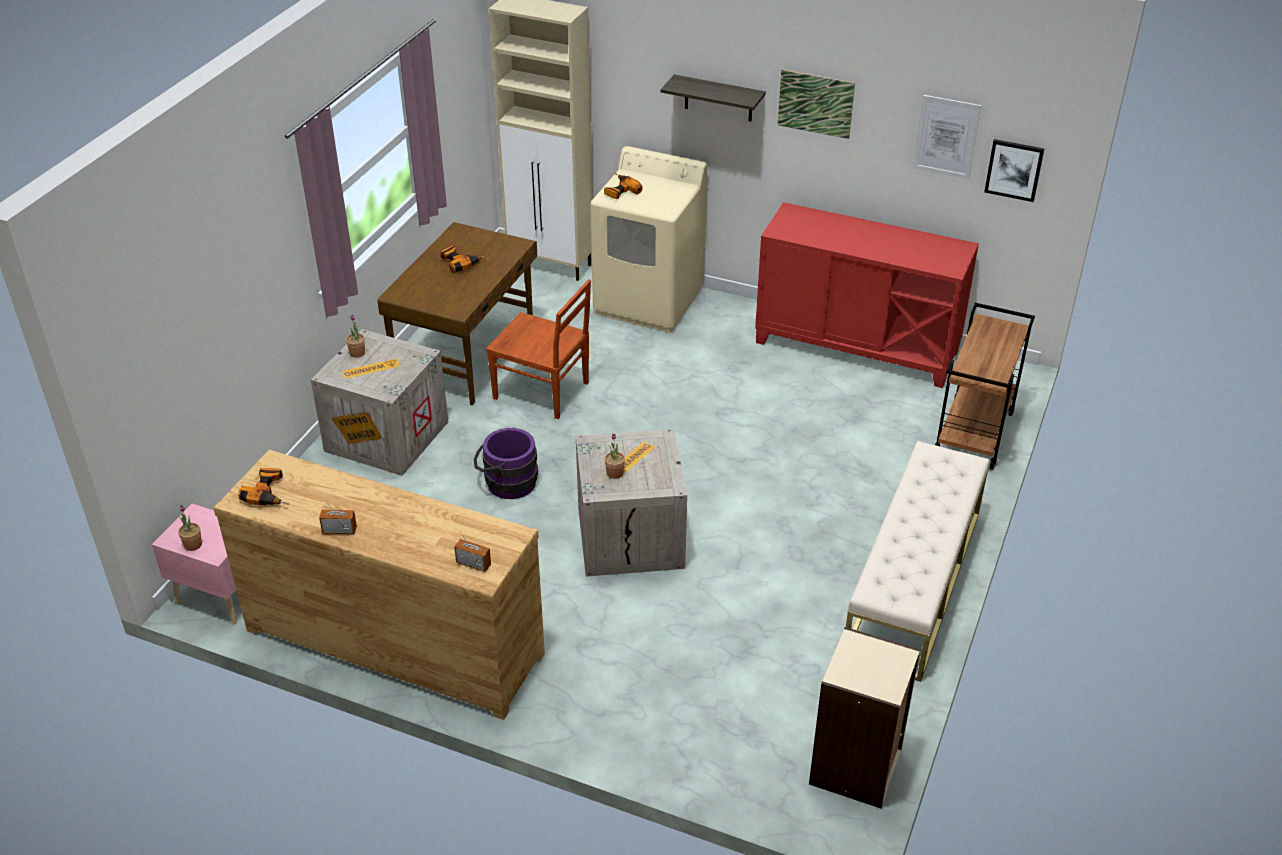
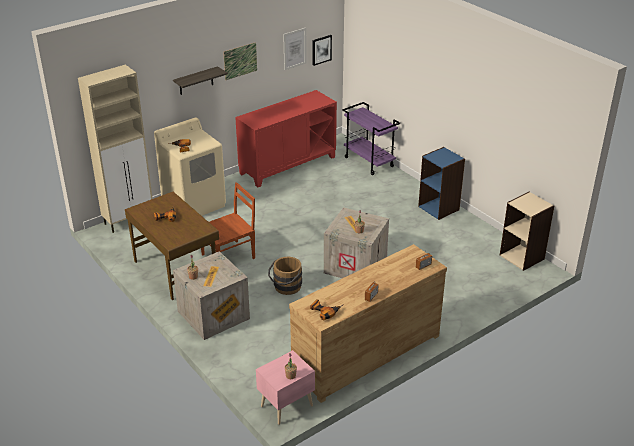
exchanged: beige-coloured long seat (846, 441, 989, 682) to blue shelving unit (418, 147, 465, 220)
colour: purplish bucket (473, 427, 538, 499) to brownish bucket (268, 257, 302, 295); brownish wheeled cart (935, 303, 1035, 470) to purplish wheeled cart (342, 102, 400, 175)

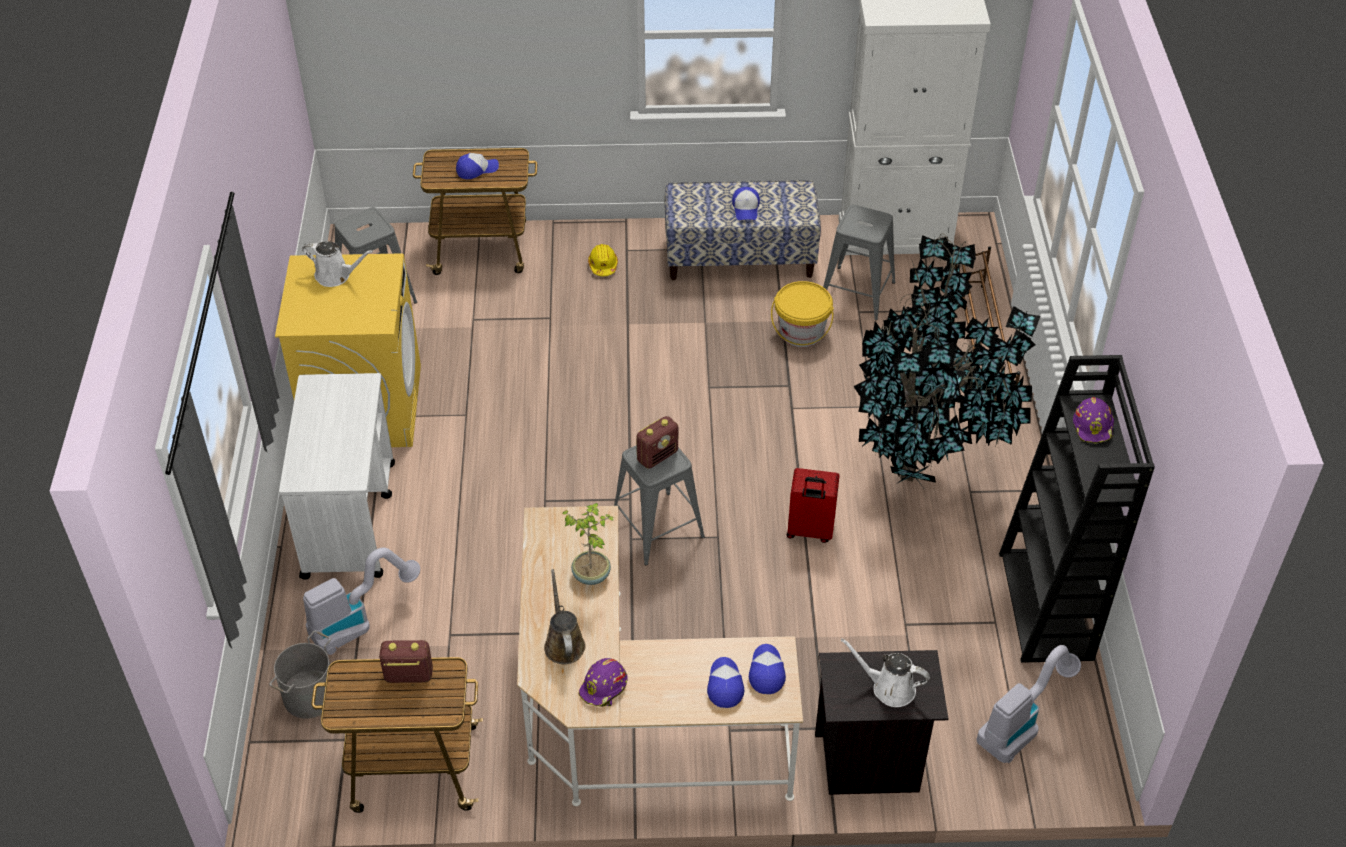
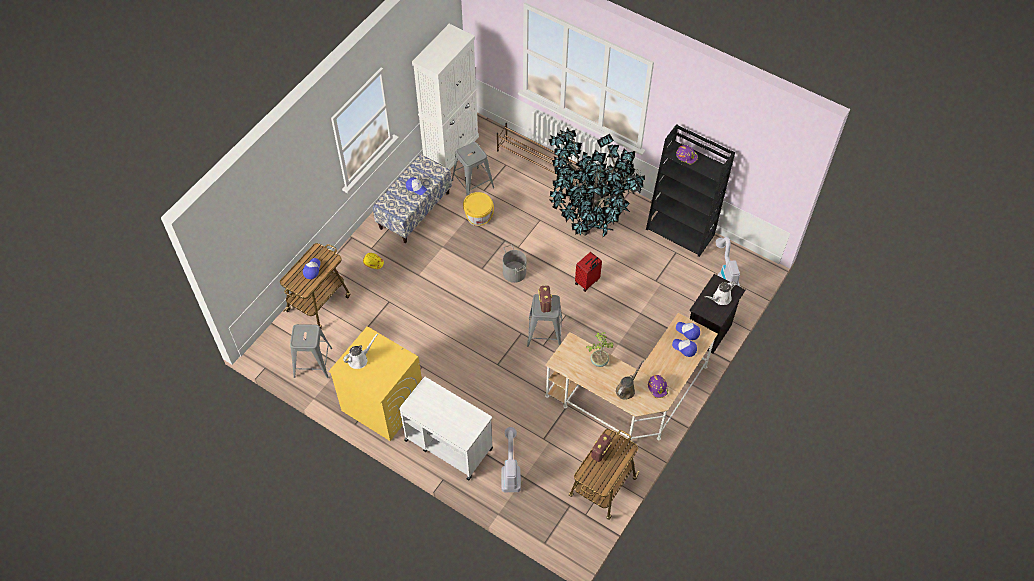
relocated: grey bucket (269, 631, 331, 719) to (503, 244, 526, 283)
spun: brownish watering can (544, 569, 586, 664) = (616, 360, 643, 400) 105 degrees clockwise

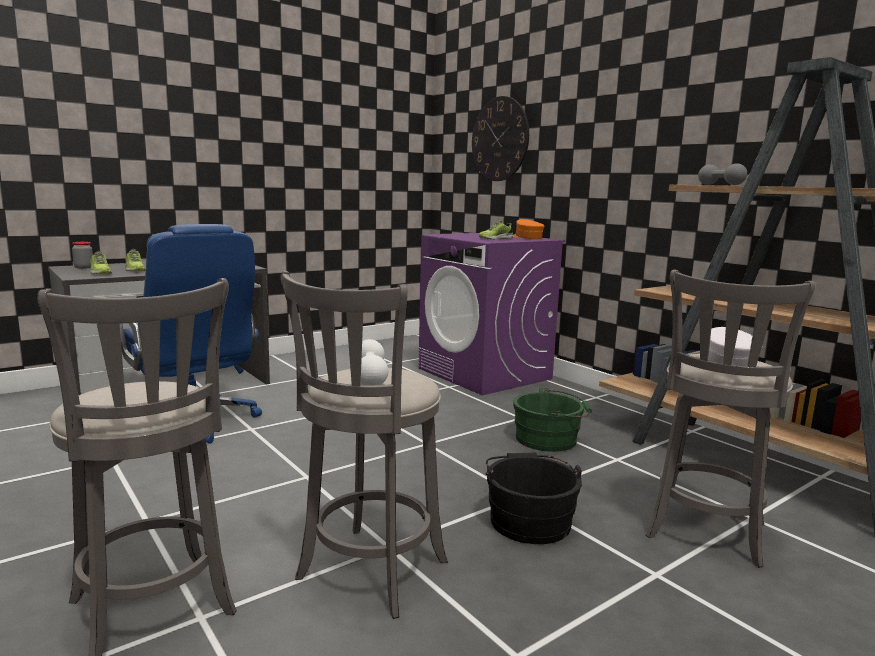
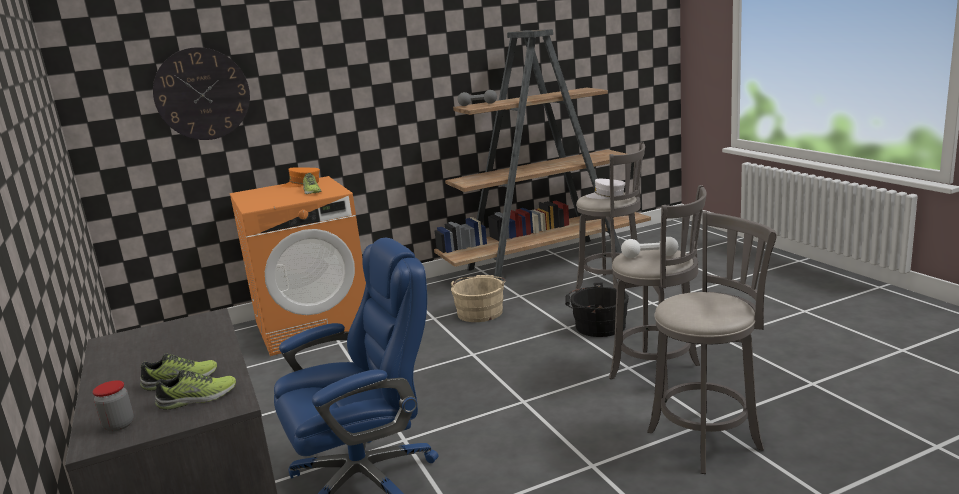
colour: purplish laundry appliance (418, 233, 565, 395) to orange laundry appliance (230, 176, 366, 356); green bucket (513, 387, 592, 452) to beige-coloured bucket (451, 275, 505, 322)

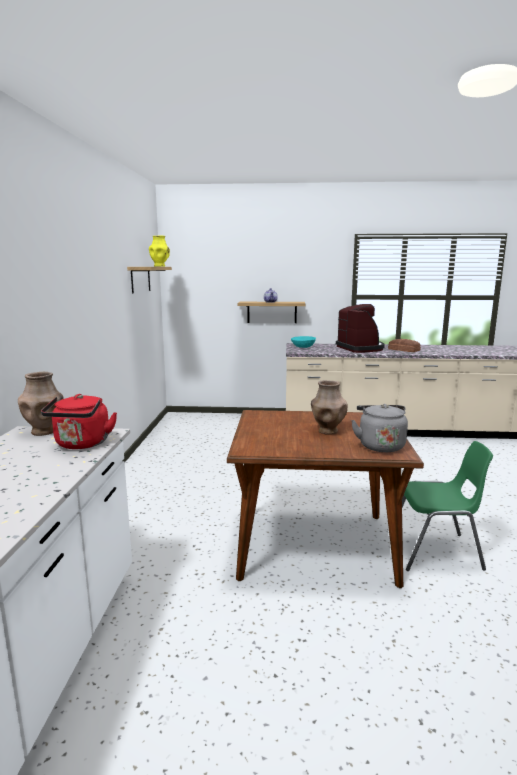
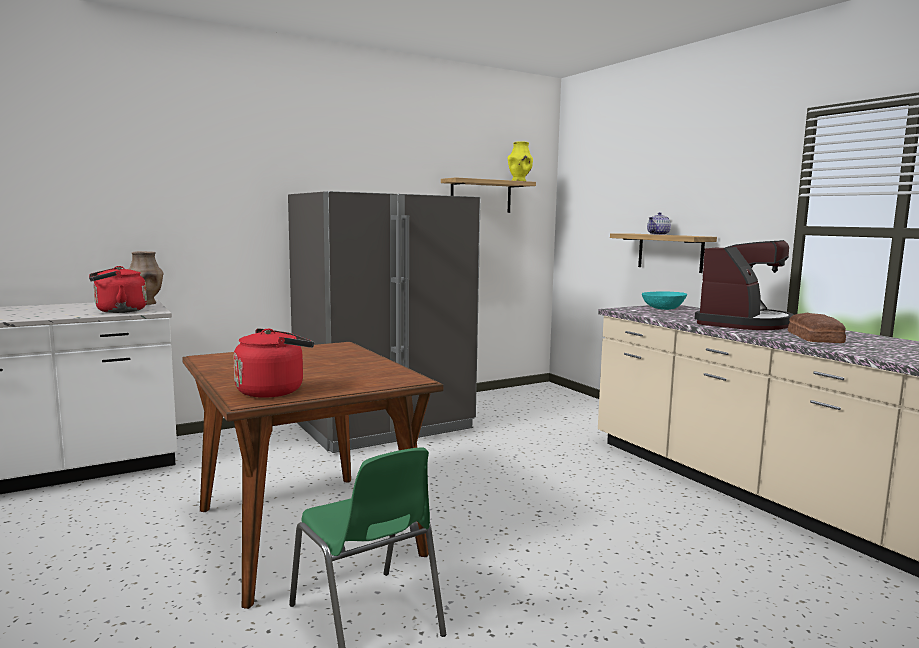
missing: brownish decorative vase (311, 380, 348, 435)
appeared: grey kitchen fridge (288, 191, 481, 453)
colour: grey kettle (351, 404, 408, 452) to red kettle (233, 328, 314, 398)

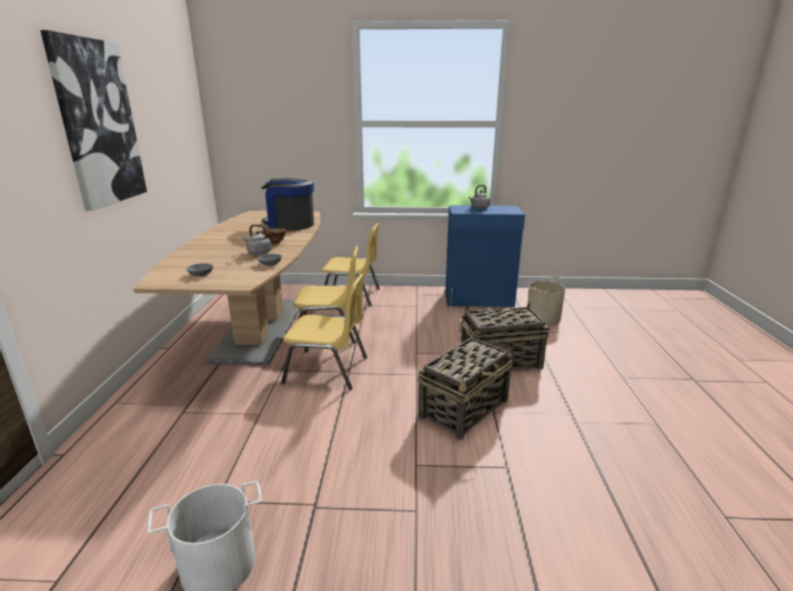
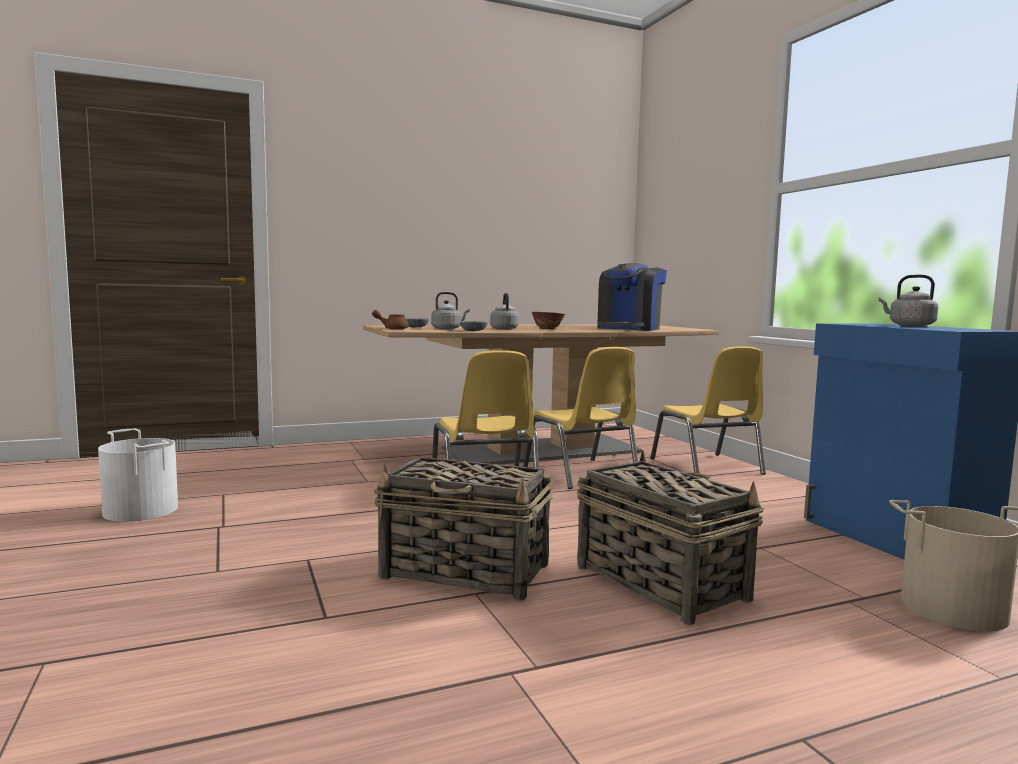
missing: picture (40, 30, 147, 211)
appeared: brownish teapot (372, 310, 409, 330); grey kettle (431, 292, 470, 330)
spun: coffee maker (261, 178, 314, 230) = (597, 263, 667, 331) 150 degrees counterclockwise

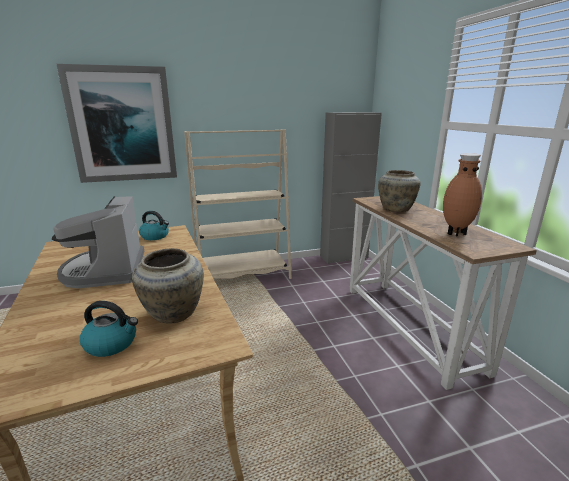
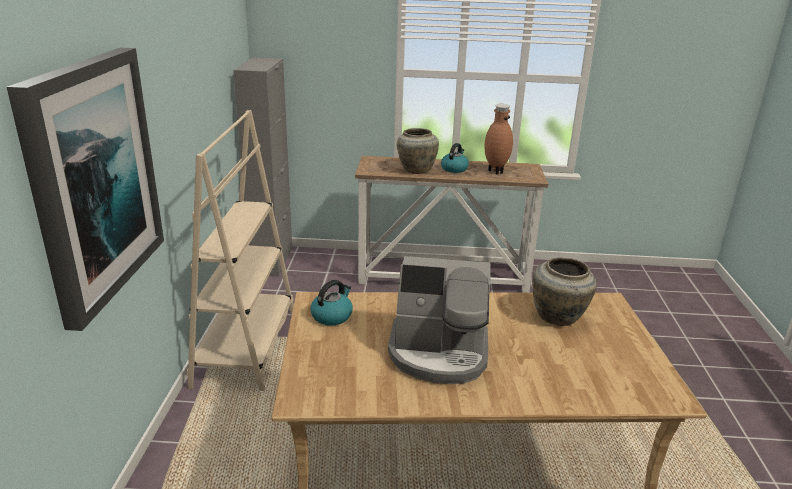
relocated: kettle (80, 301, 138, 357) to (441, 143, 469, 173)

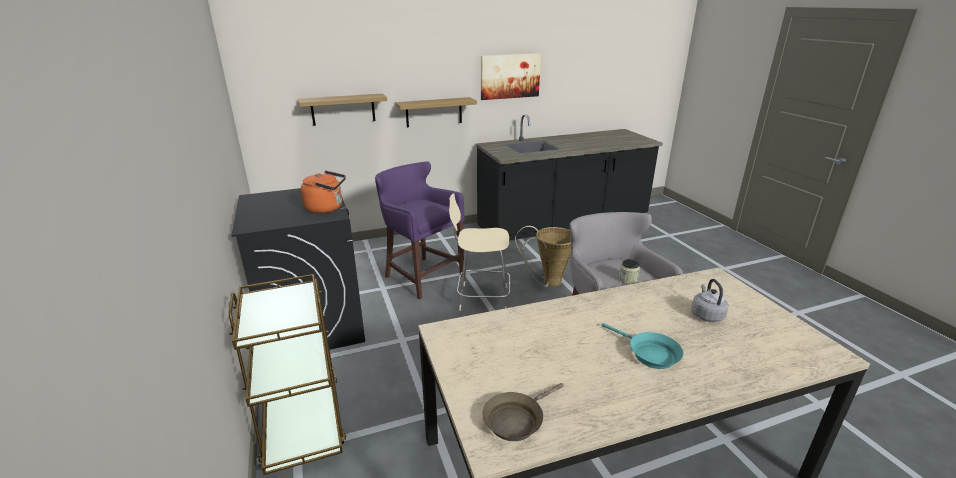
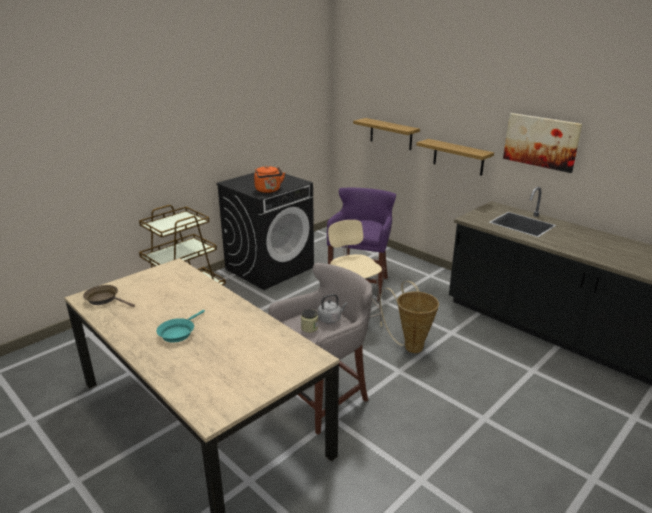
relocated: grey kettle (691, 279, 728, 322) to (318, 294, 347, 324)

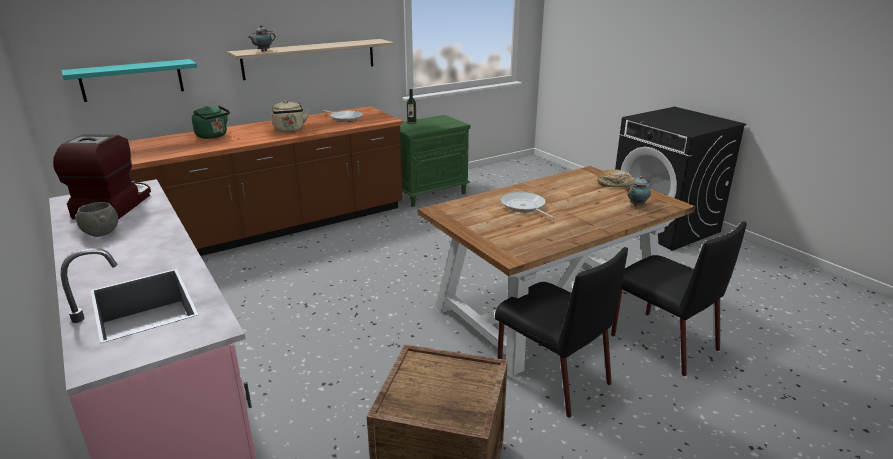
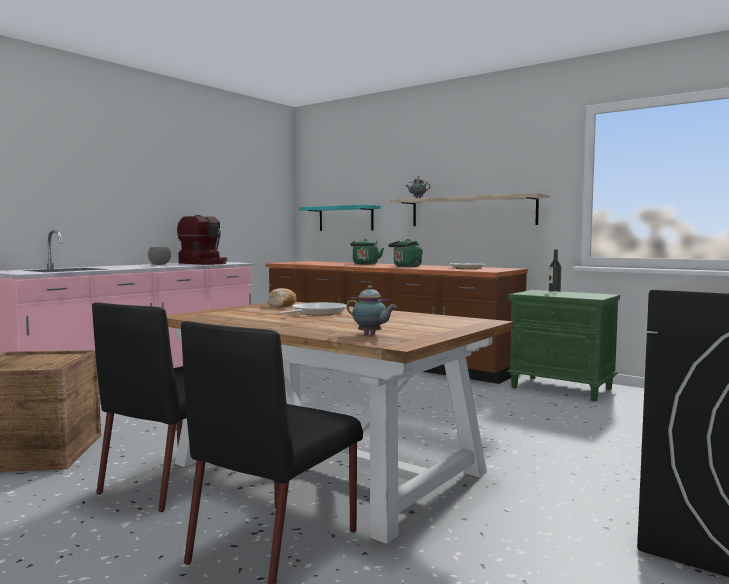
relocated: bakery bread (597, 169, 635, 187) to (267, 288, 297, 307)
colour: beige-coloured kettle (272, 101, 309, 132) to green kettle (388, 239, 423, 267)
spun: coffee maker (53, 134, 151, 219) = (177, 215, 227, 265) 60 degrees clockwise

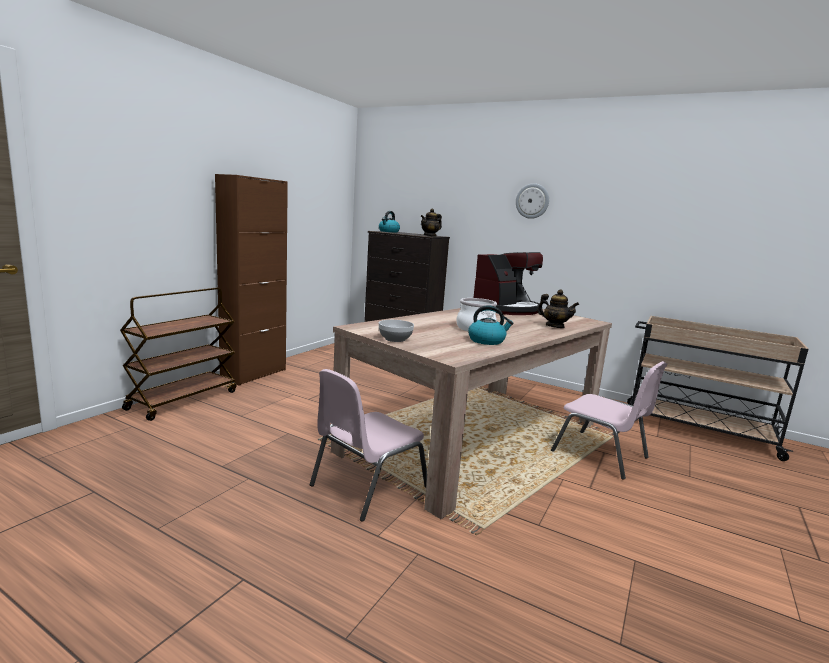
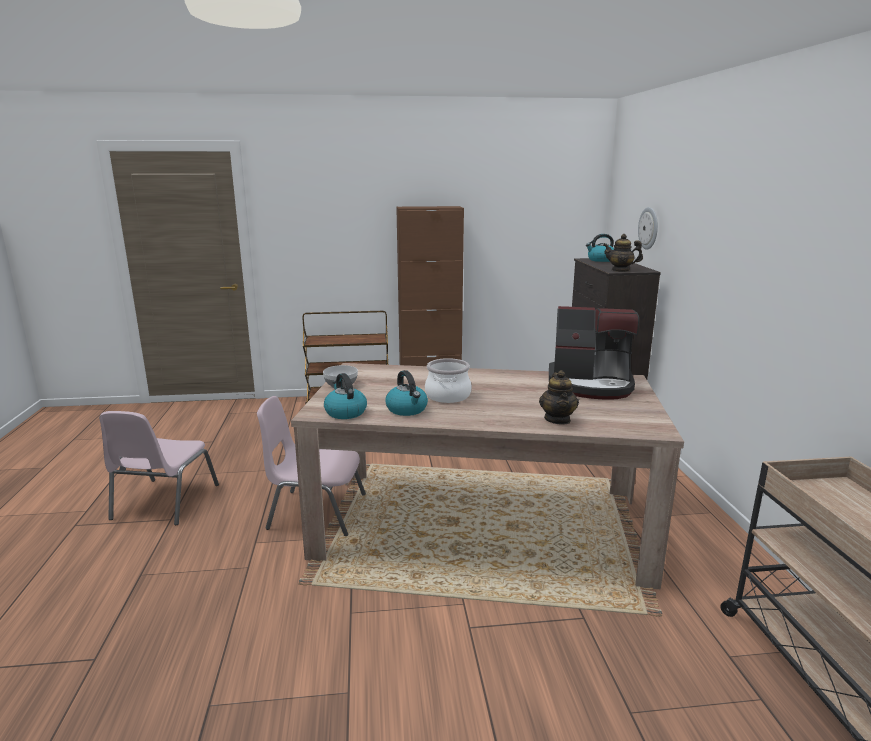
appeared: kettle (324, 373, 367, 419)
relocated: pink-coloured upright chair (551, 361, 667, 480) to (99, 411, 219, 525); wall clock (516, 183, 549, 219) to (638, 207, 658, 250)

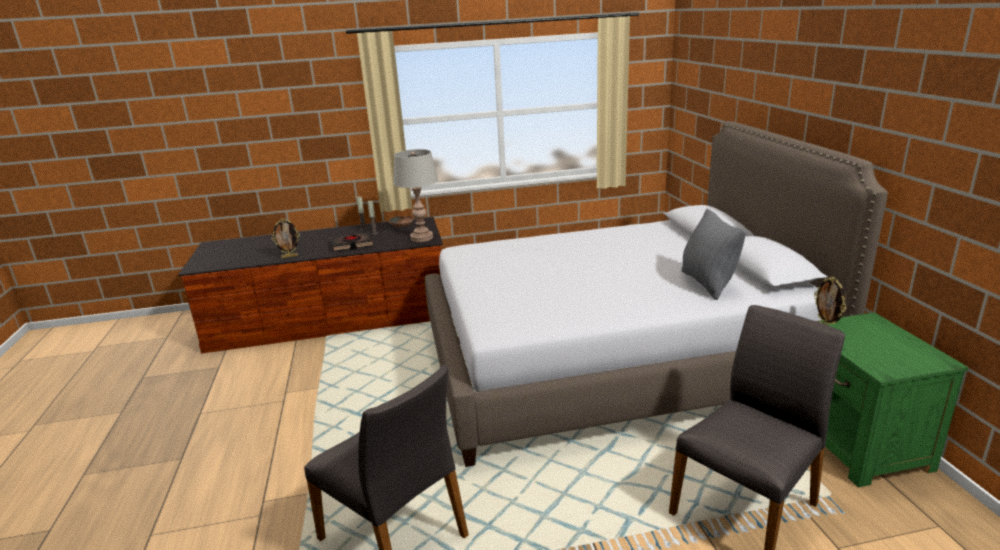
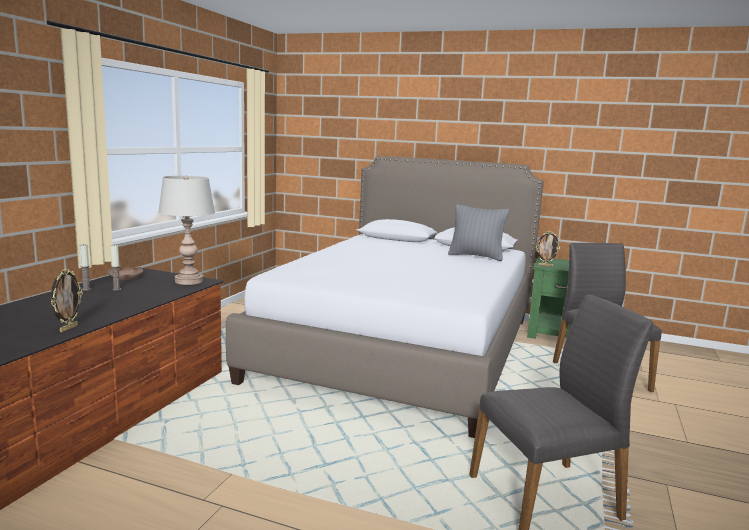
missing: black-coloured bound book (331, 232, 373, 252)

